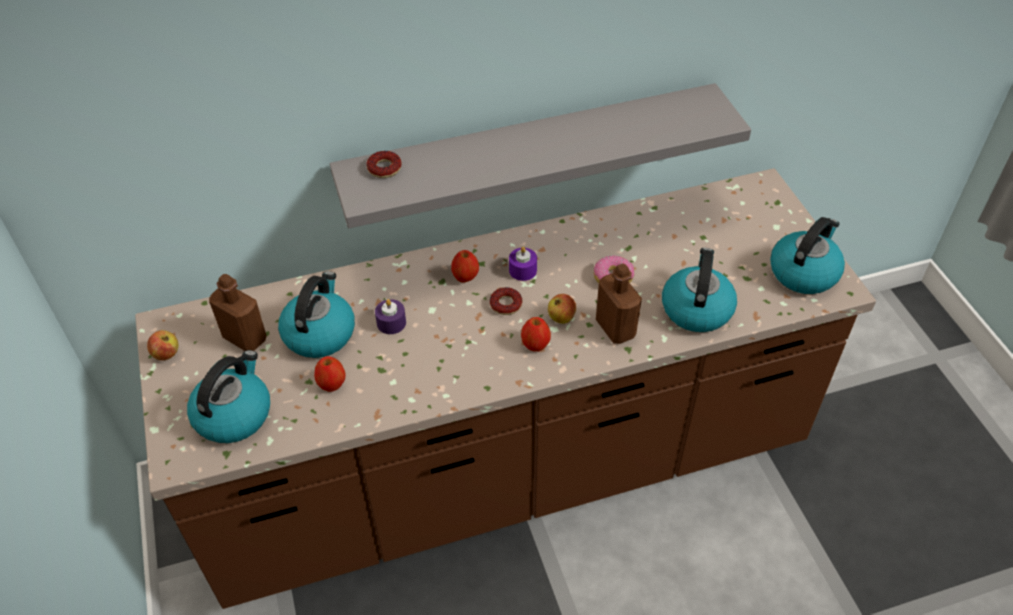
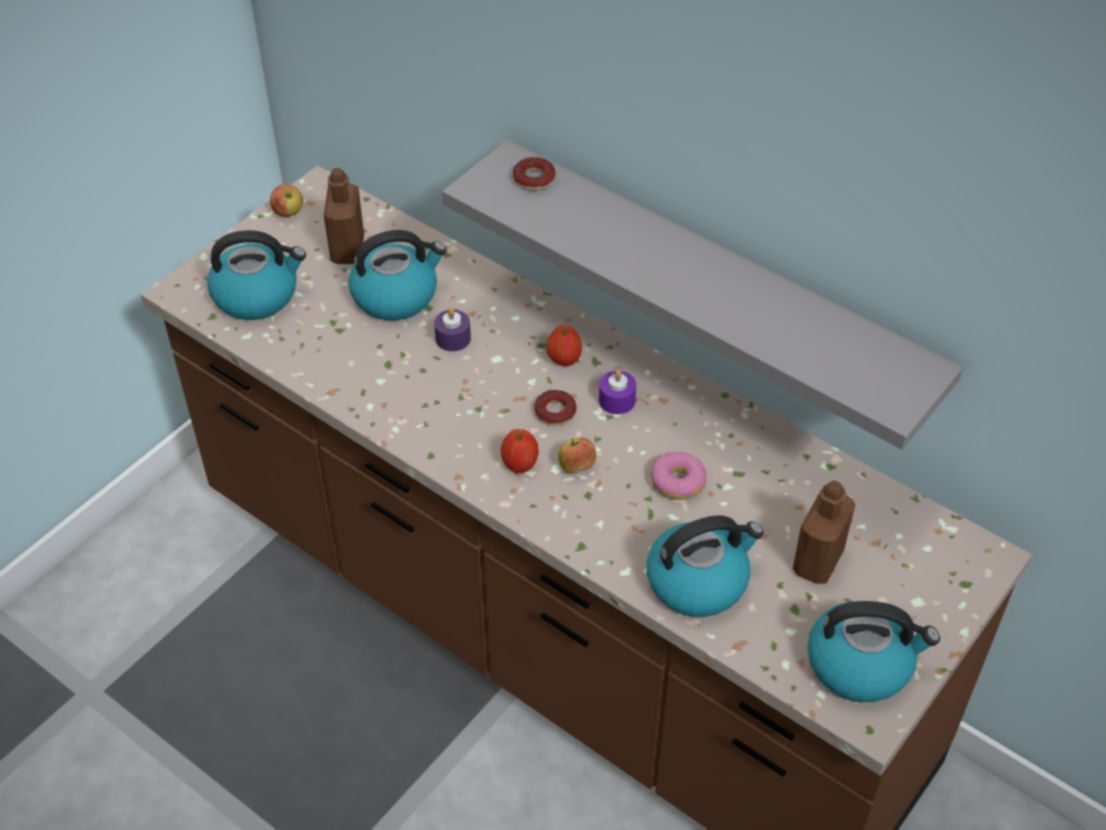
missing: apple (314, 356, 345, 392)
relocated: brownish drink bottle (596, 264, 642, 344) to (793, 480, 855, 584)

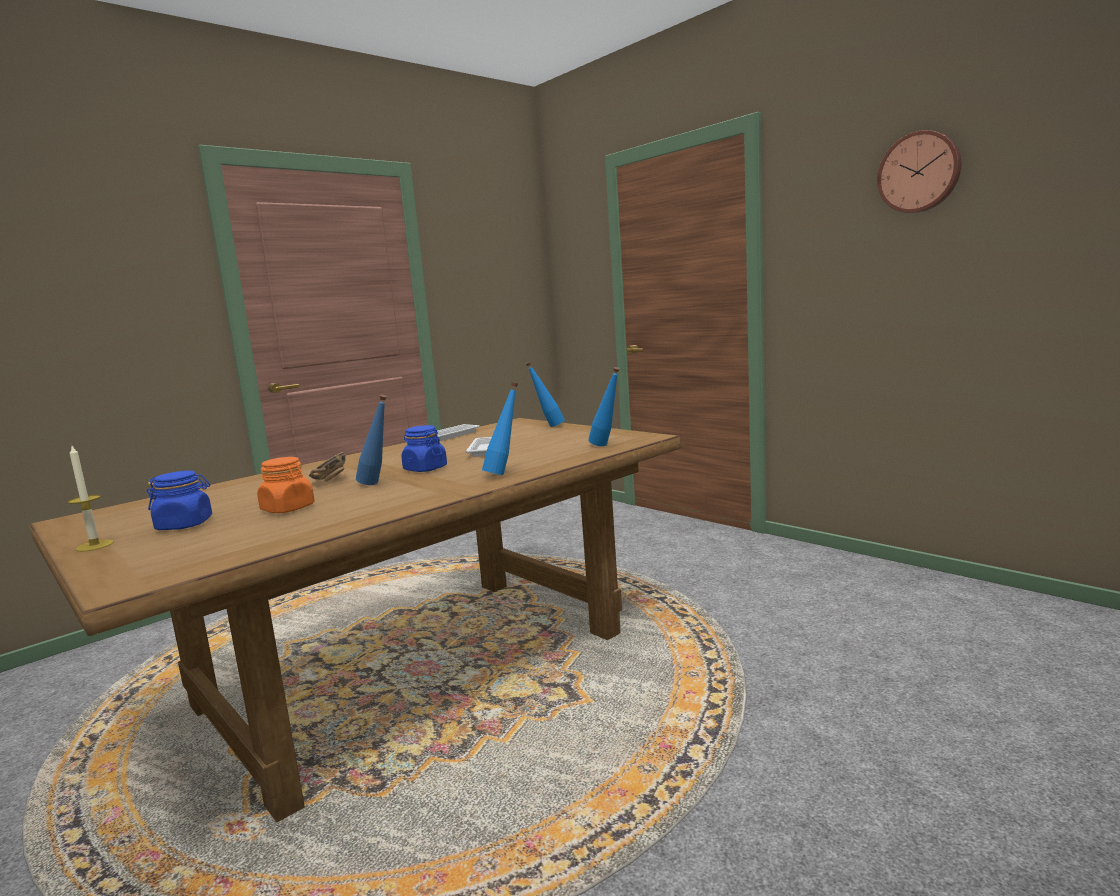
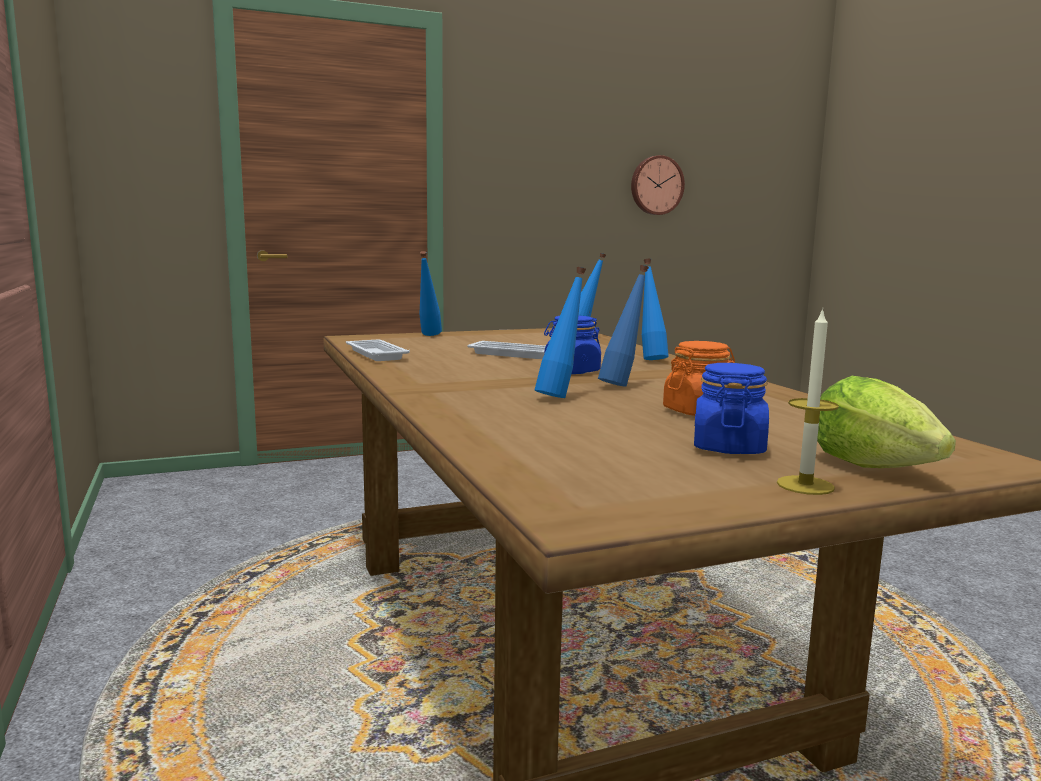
appeared: lettuce head (817, 376, 956, 468)
relocated: wall clock (877, 130, 961, 213) to (631, 155, 685, 215)
exchanged: deep dish (309, 452, 346, 482) to blue drink bottle (535, 267, 586, 398)

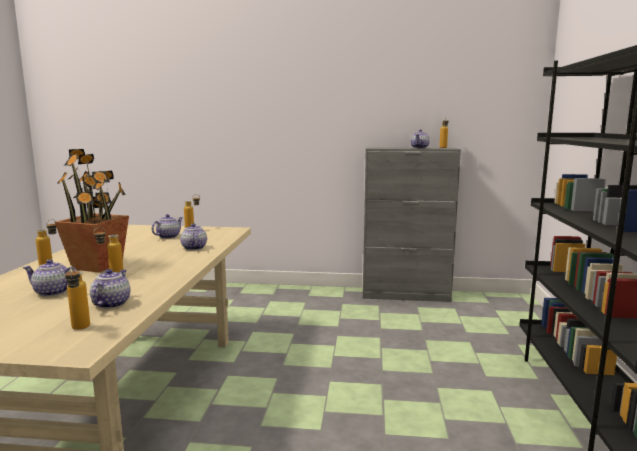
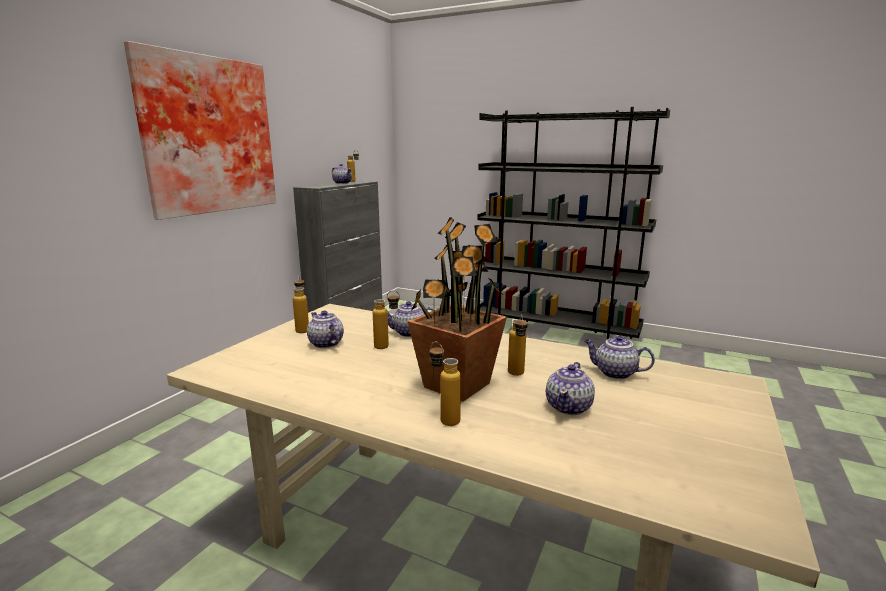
appeared: picture (124, 41, 276, 220)
relocated: drink bottle (65, 265, 90, 330) to (373, 290, 400, 349)

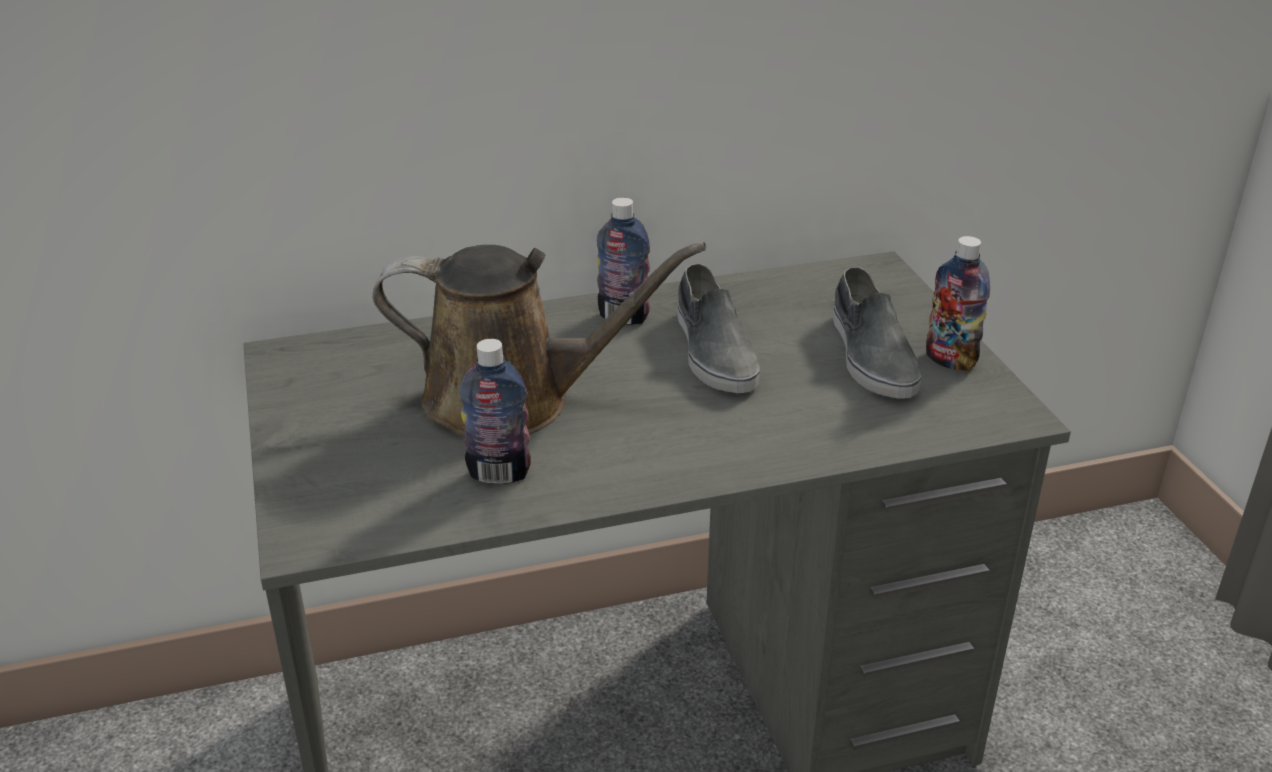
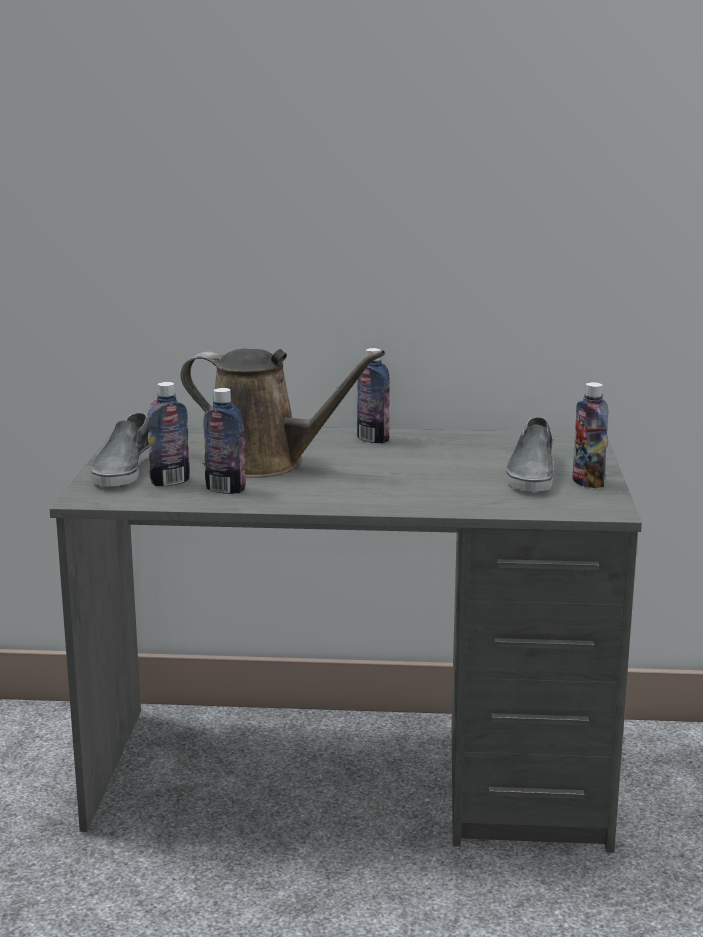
appeared: drink bottle (147, 382, 190, 486)
relocated: grey item of footwear (677, 264, 760, 393) to (91, 413, 150, 486)

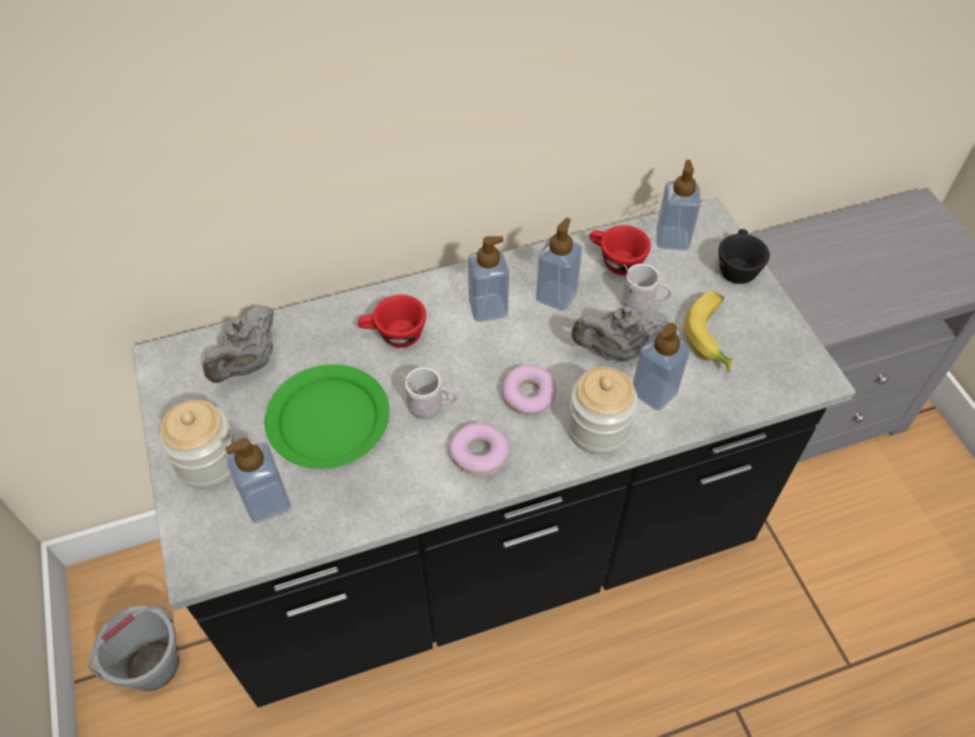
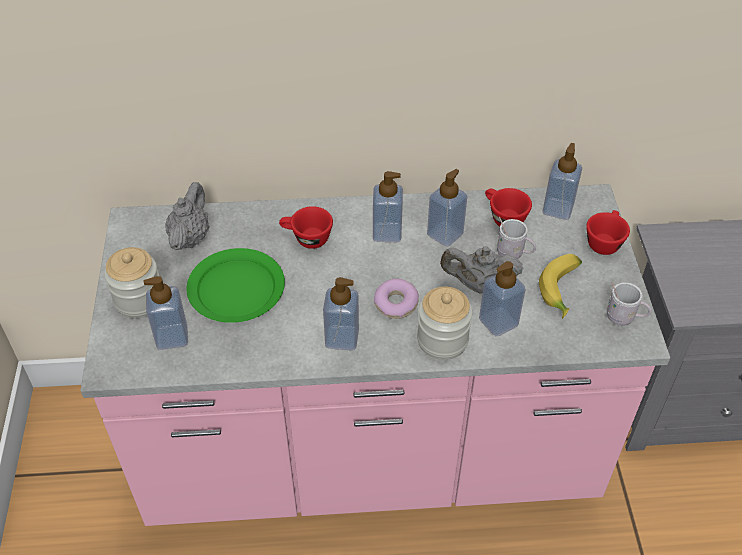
missing: grey bucket (88, 606, 179, 691)
relocated: white tea mug (400, 367, 458, 419) to (607, 282, 652, 326)
exchanged: donut (449, 423, 510, 476) to soap dispenser (323, 277, 359, 350)
colour: black-coloured kitchen counter (132, 198, 856, 707) to pink-coloured kitchen counter (80, 184, 670, 526); black-coloured drinking cup (718, 229, 770, 284) to red drinking cup (586, 210, 630, 255)
spun: grey teapot (203, 305, 274, 383) = (165, 182, 210, 250) 150 degrees clockwise

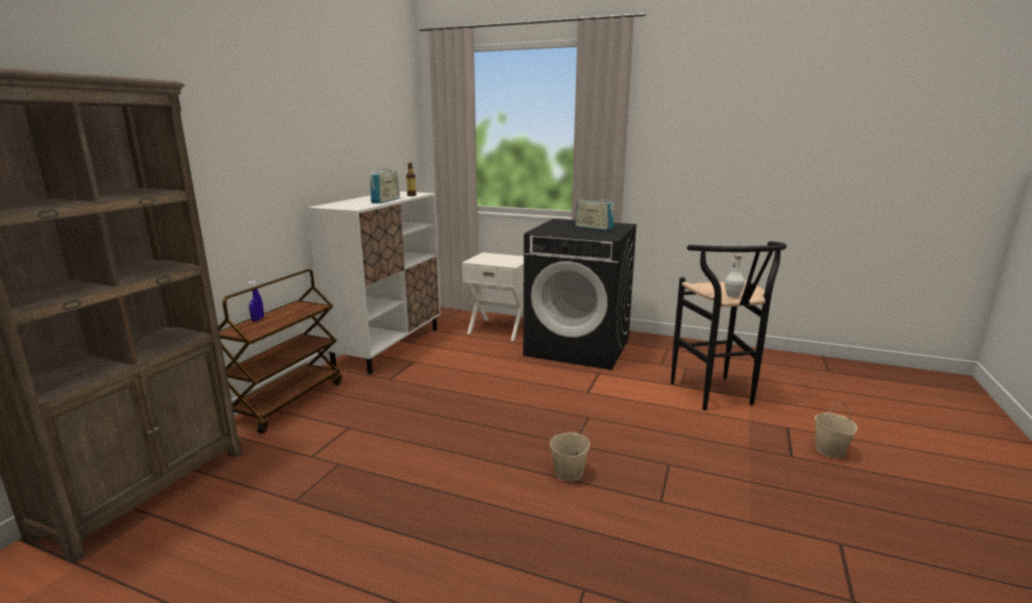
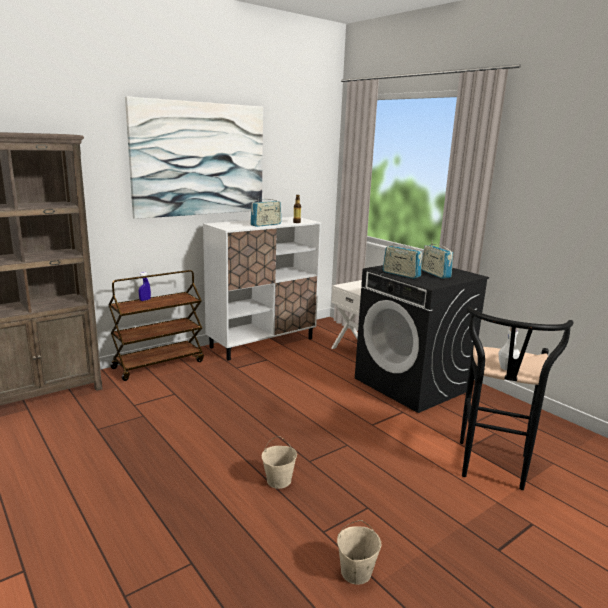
appeared: picture (125, 96, 263, 219); radio set (383, 240, 422, 279)
relocated: beige-coloured bucket (815, 402, 857, 459) to (337, 520, 381, 585)

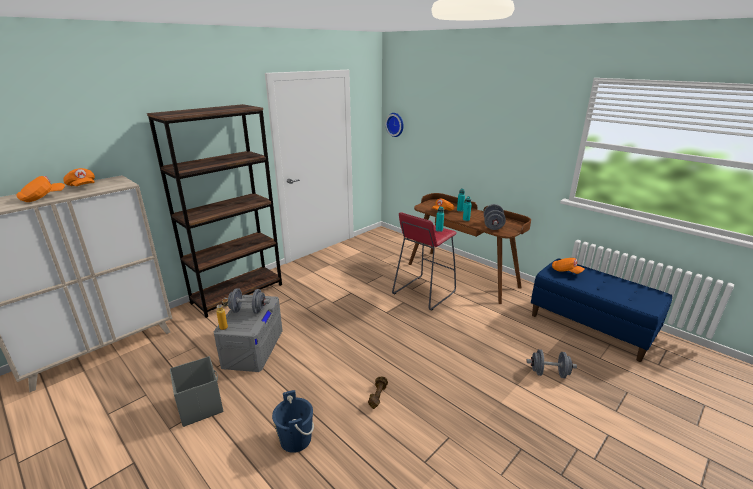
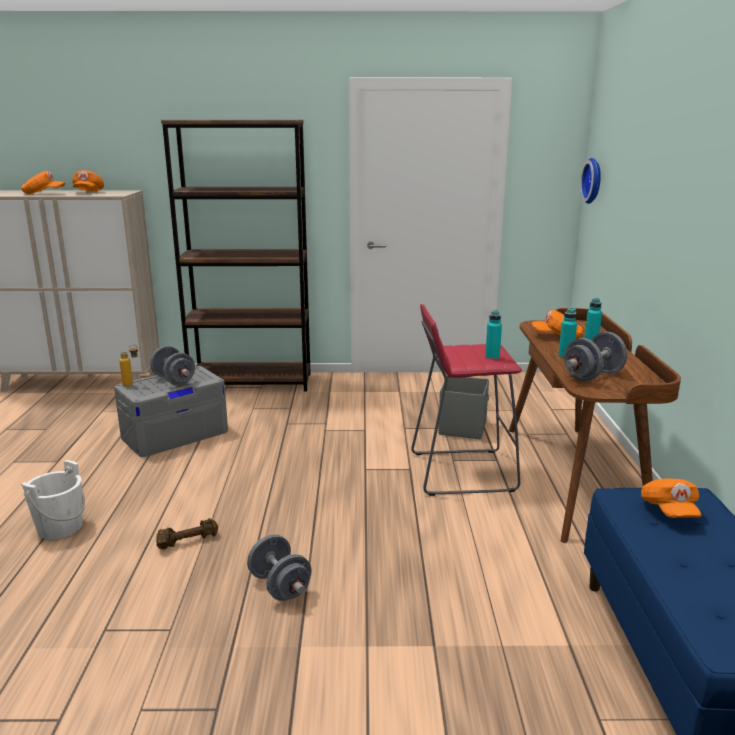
relocated: grey hand weight (526, 349, 577, 378) to (247, 534, 312, 601); grey storage box (170, 356, 223, 427) to (438, 375, 489, 439)
colour: blue bucket (272, 390, 314, 453) to white bucket (21, 460, 85, 539)

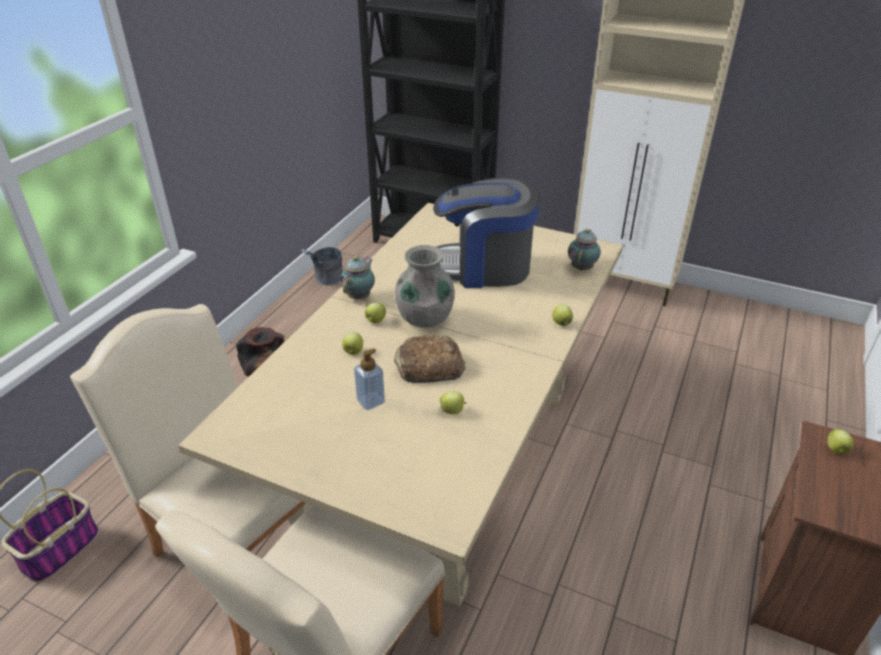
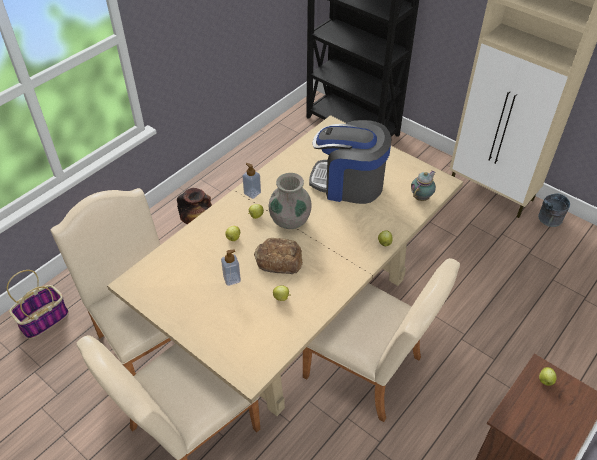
appeared: beige-coloured upright chair (303, 258, 460, 422)
relocated: grey bucket (301, 247, 343, 286) to (538, 193, 570, 227)
exchanged: teapot (340, 256, 375, 300) to soap dispenser (242, 163, 261, 199)

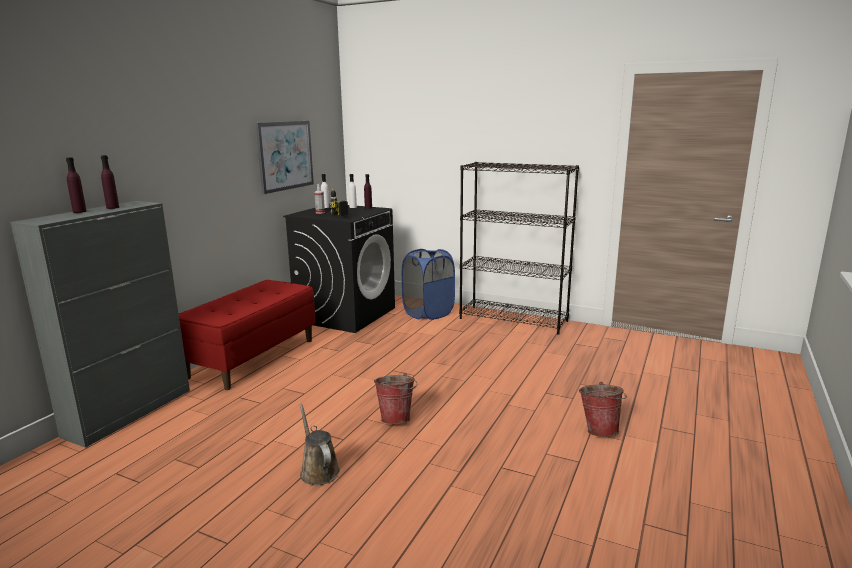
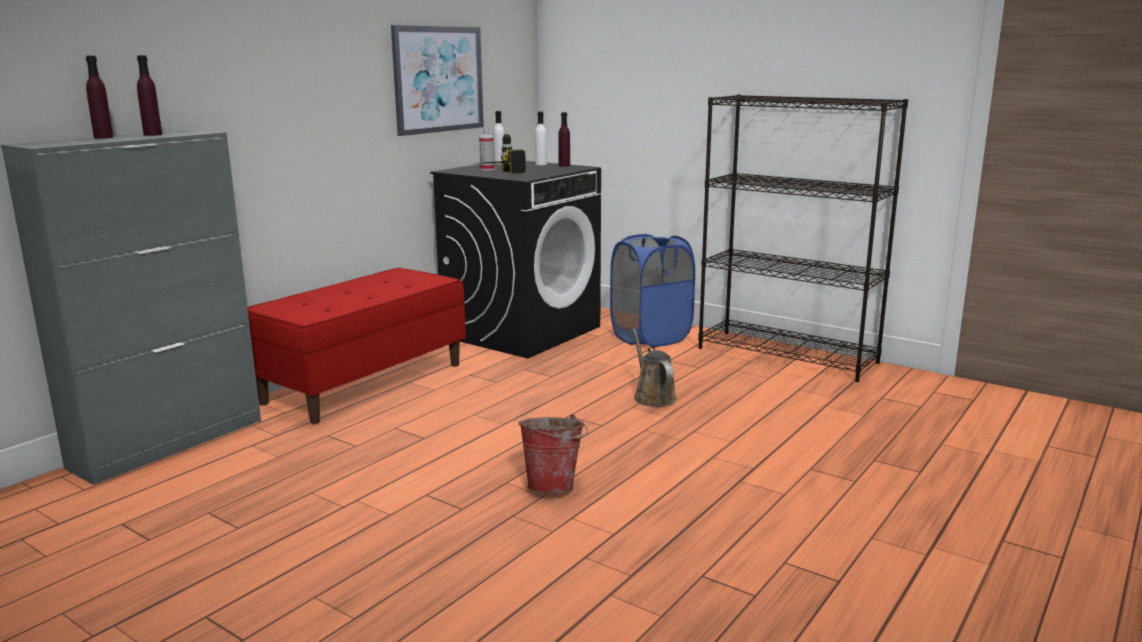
missing: bucket (579, 382, 627, 437)
relocated: brownish watering can (300, 404, 340, 485) to (632, 329, 677, 407)

